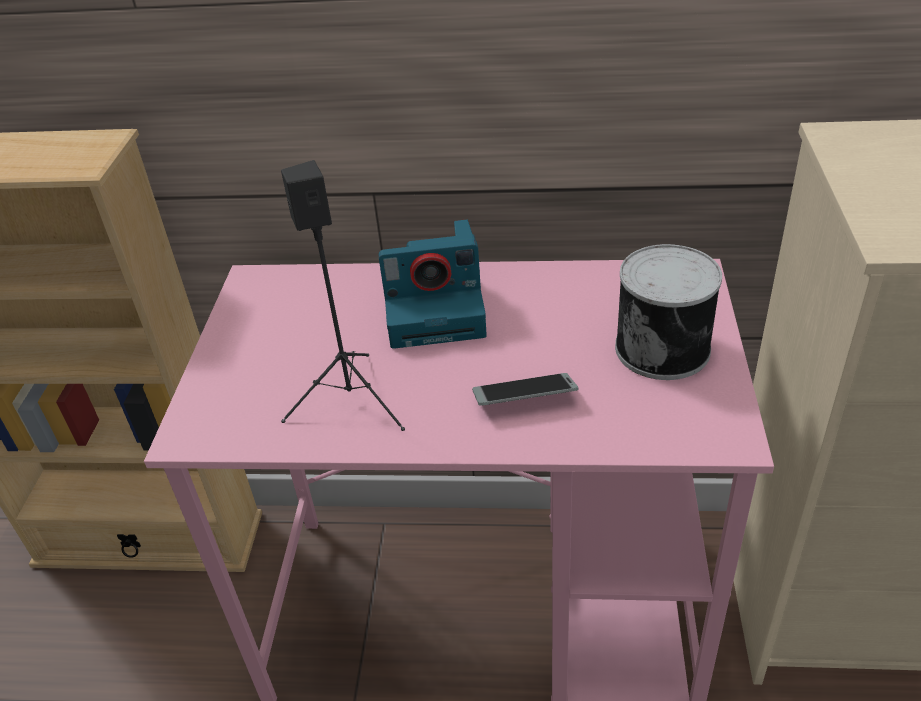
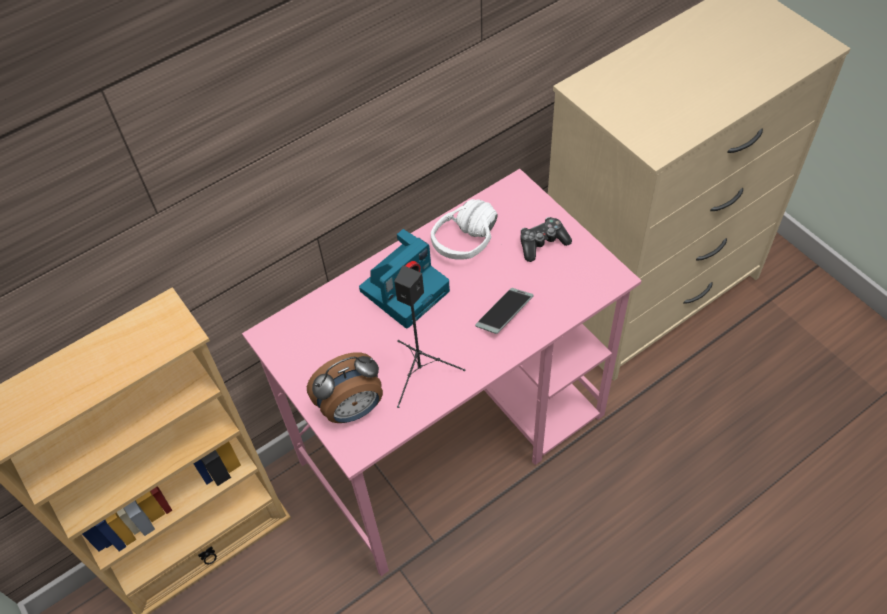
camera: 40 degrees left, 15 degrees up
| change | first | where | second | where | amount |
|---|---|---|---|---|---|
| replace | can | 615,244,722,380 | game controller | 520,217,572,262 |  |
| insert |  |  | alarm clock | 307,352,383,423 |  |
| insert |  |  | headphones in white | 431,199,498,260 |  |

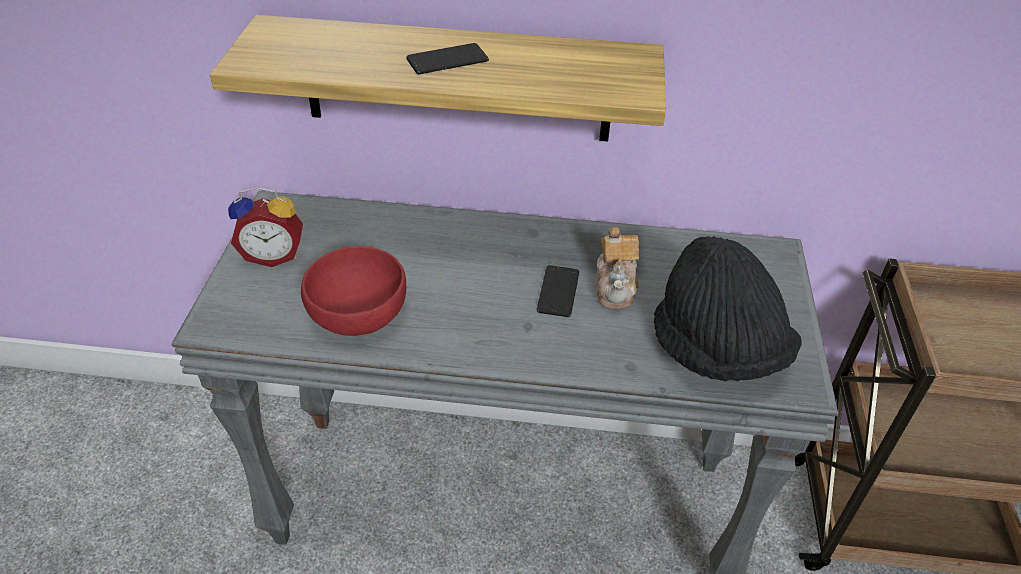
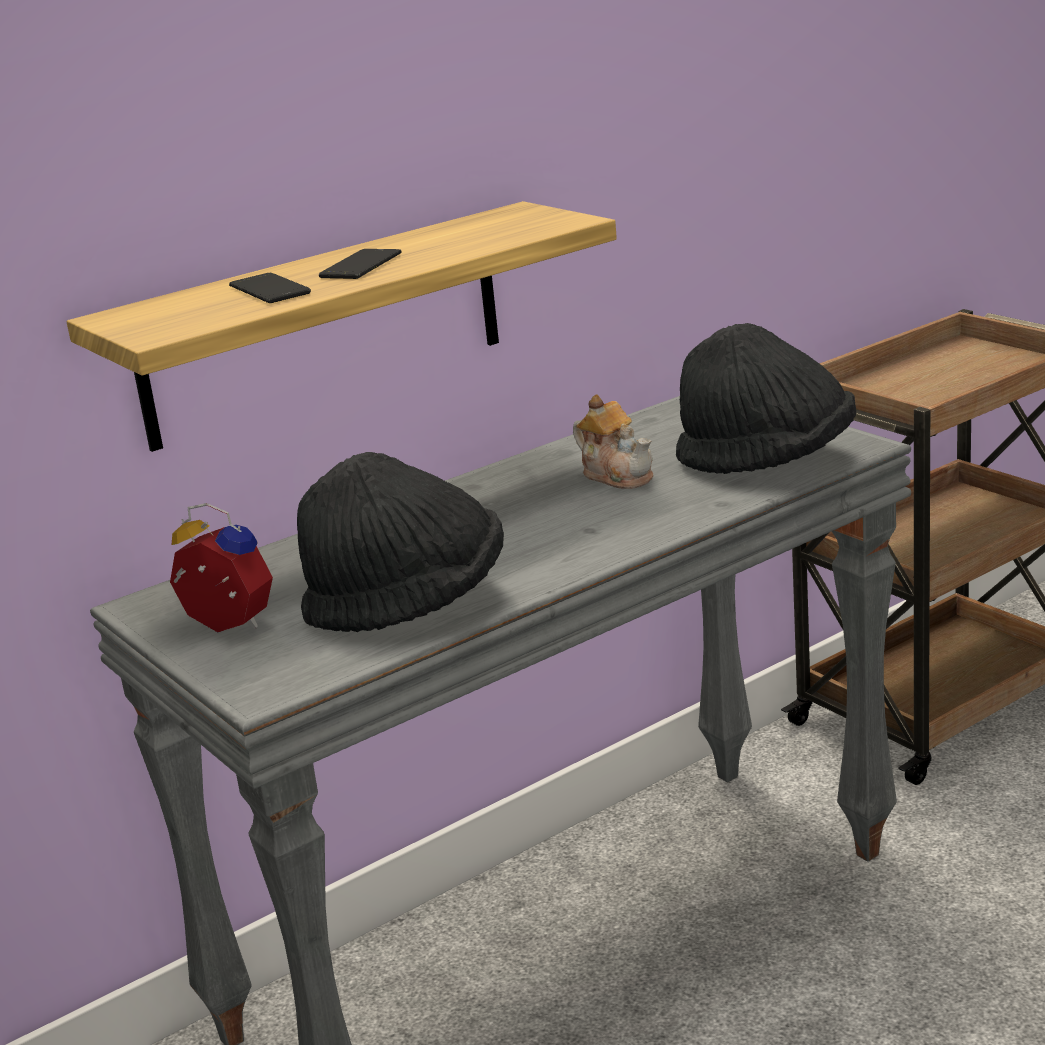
camera: 40 degrees left, 20 degrees down
| change | first | where | second | where | amount |
|---|---|---|---|---|---|
| rotate | alarm clock | 228,187,303,267 |  | 170,503,273,632 | 105 degrees counterclockwise |
| replace | bowl in red | 301,246,406,336 | hat in black | 297,452,504,632 |  |
| move | phone | 537,265,579,317 |  | 229,273,311,303 |  |

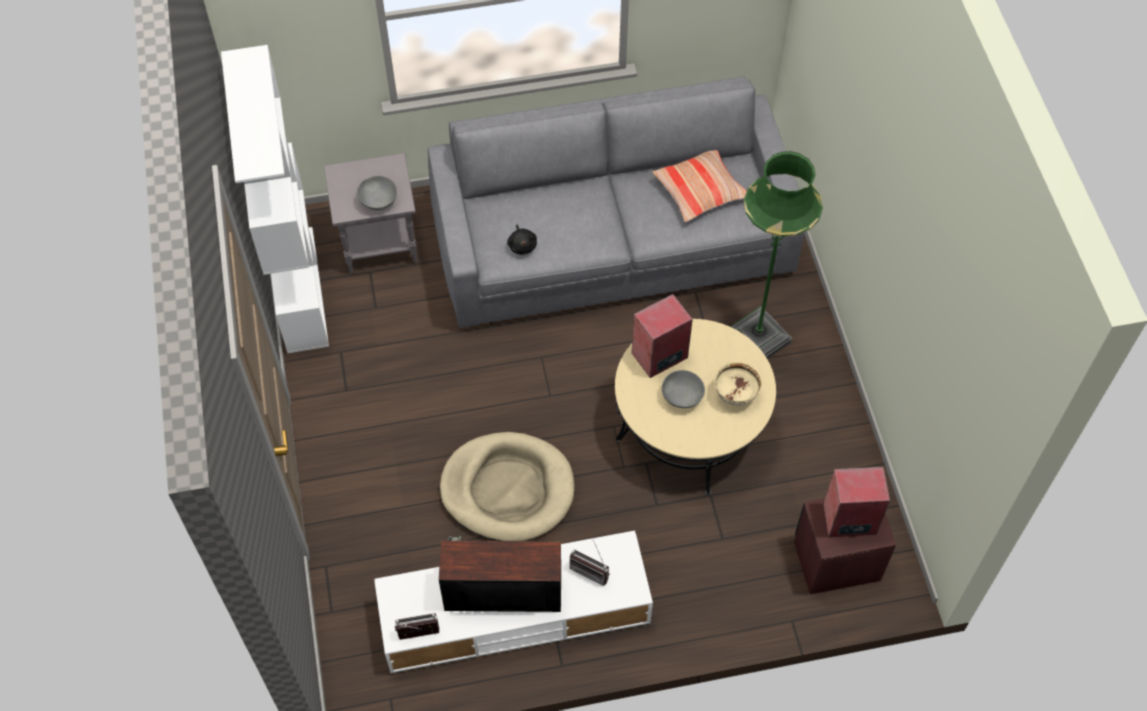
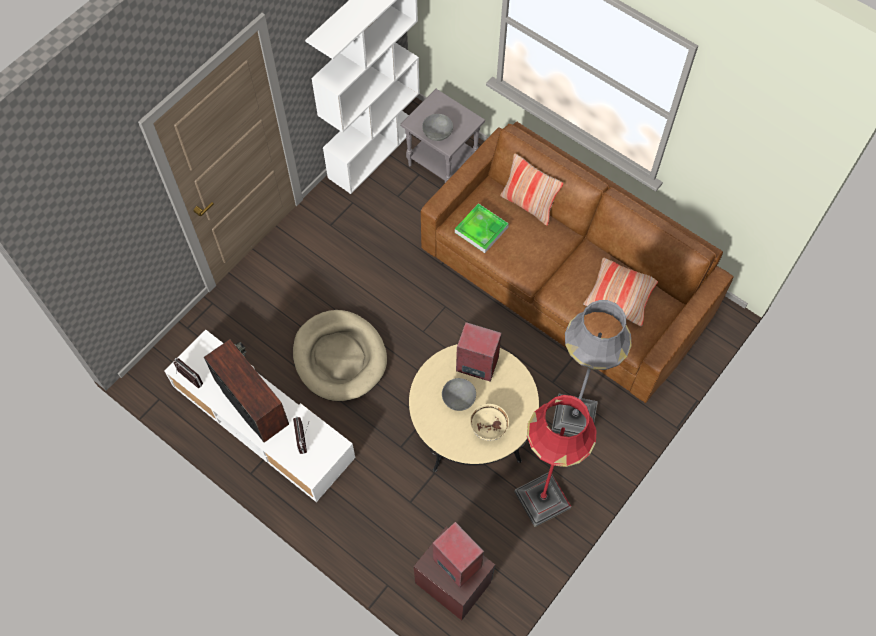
camera: 50 degrees right, 5 degrees up
| change | first | where | second | where | amount |
|---|---|---|---|---|---|
| recolor | sofa in grey | 428,76,805,328 | sofa in brown | 421,122,734,403 |  |
| replace | plush toy in black | 507,225,537,254 | tray | 455,203,509,253 |  |
| recolor | floor lamp in green | 730,151,823,359 | floor lamp in grey | 552,300,632,436 |  |
| insert |  |  | pillow | 500,153,563,226 |  |
| insert |  |  | floor lamp in red | 514,395,597,527 |  |

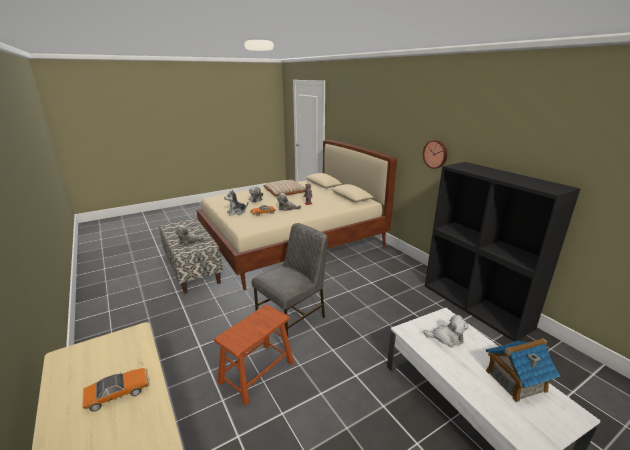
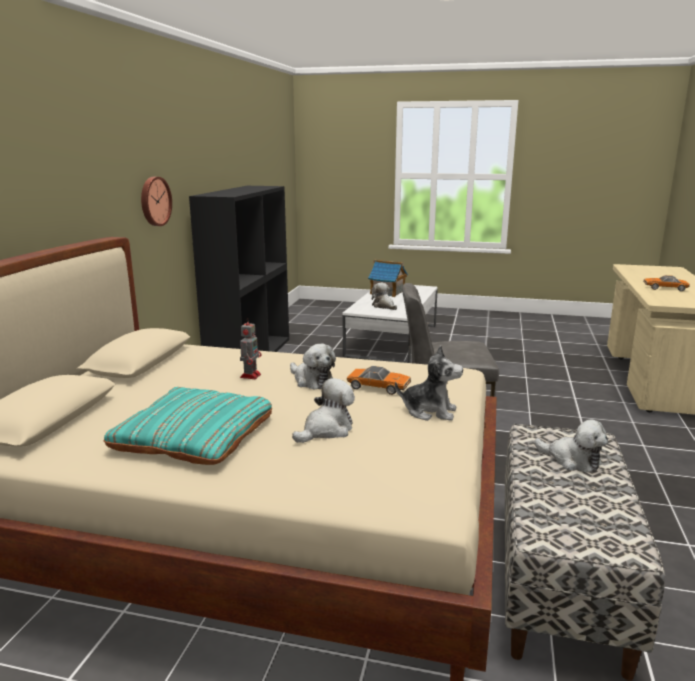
camera: 135 degrees left, 5 degrees down
| change | first | where | second | where | amount |
|---|---|---|---|---|---|
| delete | stool in brown | 214,305,294,405 |  |  |  |
| recolor | pillow in beige | 264,180,306,197 | pillow in turquoise | 103,387,272,465 |  |

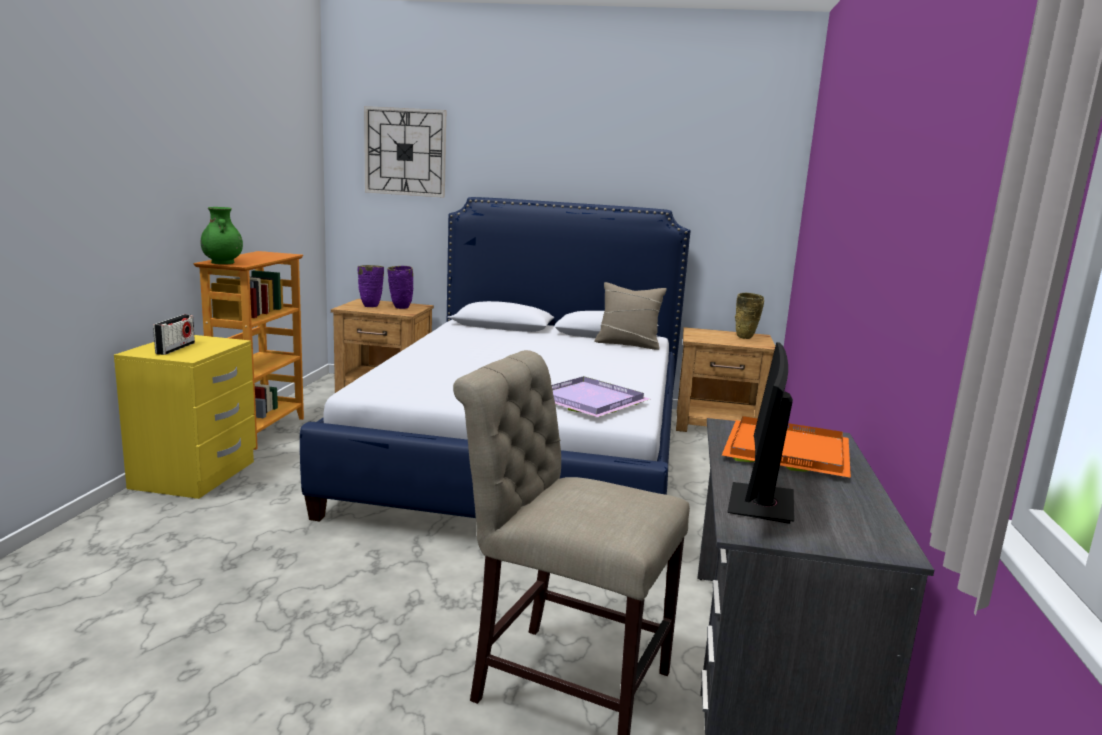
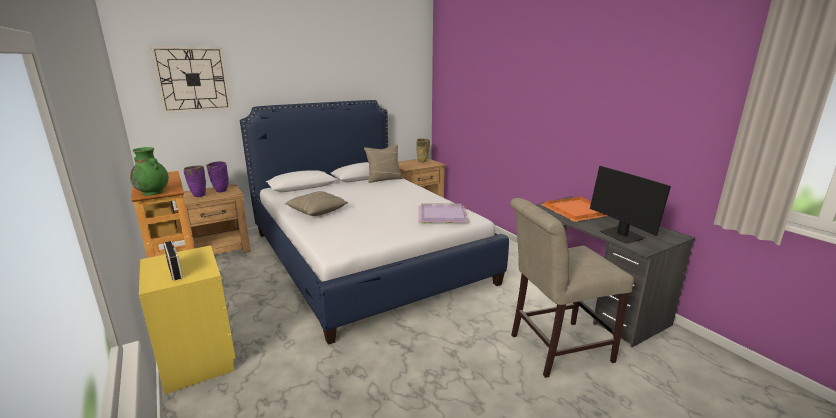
camera: 40 degrees left, 5 degrees up
| change | first | where | second | where | amount |
|---|---|---|---|---|---|
| insert |  |  | pillow in beige | 285,191,348,216 |  |

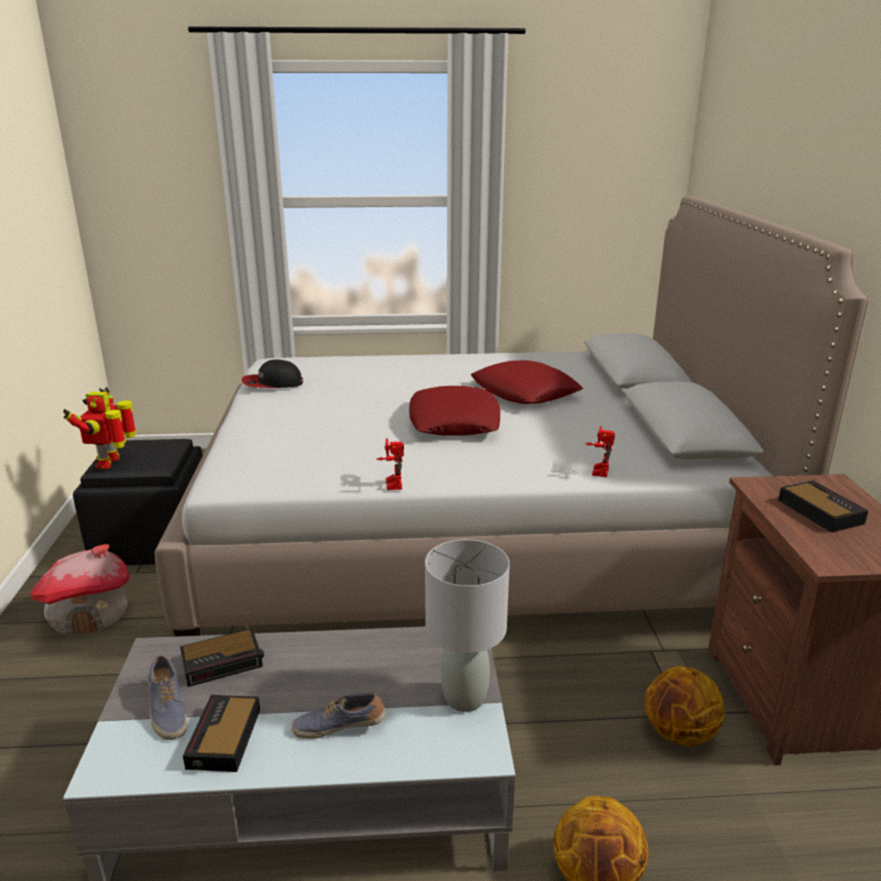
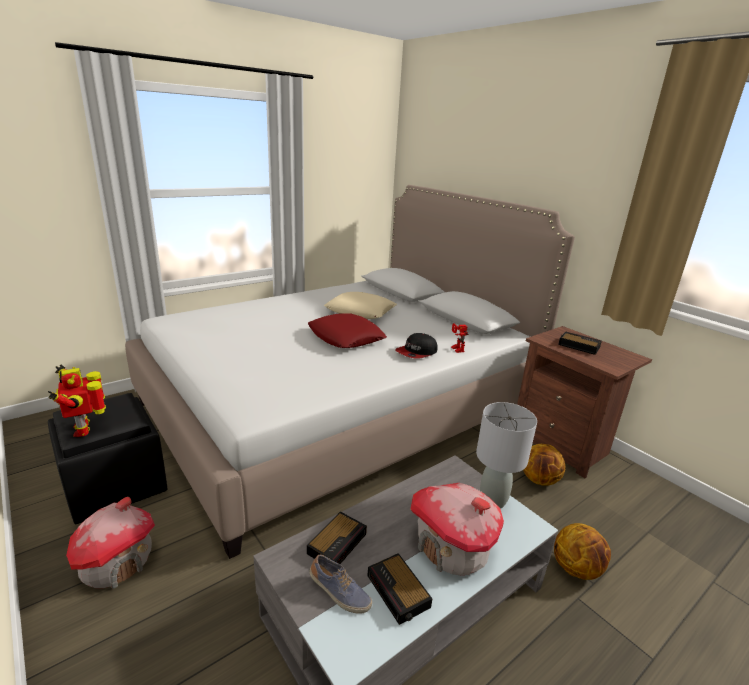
camera: 35 degrees left, 0 degrees up
| change | first | where | second | where | amount |
|---|---|---|---|---|---|
| move | cap | 242,359,303,388 |  | 395,333,437,359 |  |
| replace | shoe | 291,692,386,739 | toy house | 410,483,504,575 |  |
| delete | toy robot | 376,439,404,490 |  |  |  |
| recolor | pillow in red | 471,360,583,404 | pillow in beige | 324,292,397,319 |  |

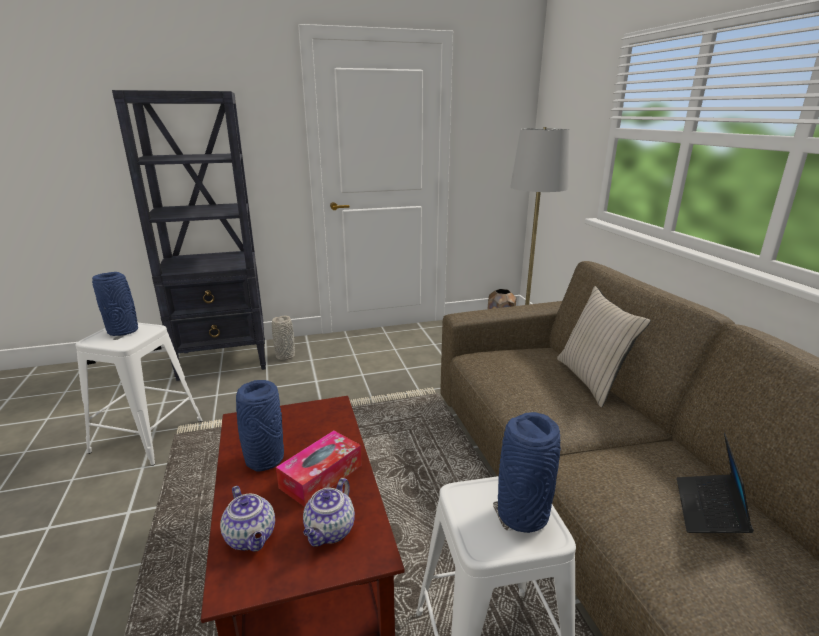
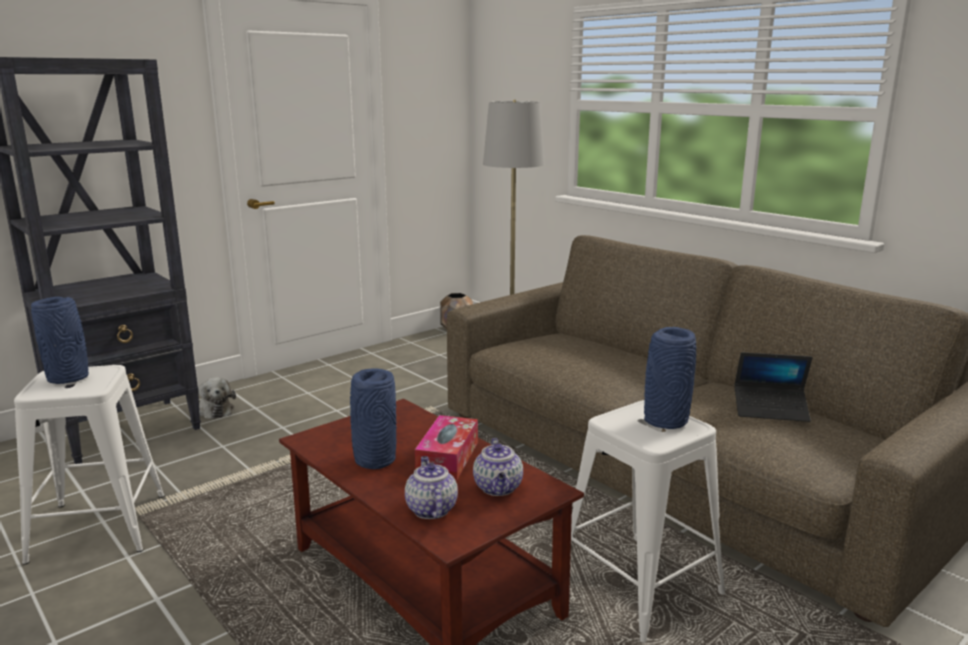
camera: 25 degrees left, 5 degrees down
| change | first | where | second | where | amount |
|---|---|---|---|---|---|
| rotate | teapot | 220,486,275,552 |  | 405,456,458,519 | 135 degrees counterclockwise |
| replace | vase in grey | 272,315,295,360 | plush toy | 198,377,236,419 |  |
| delete | pillow in beige | 557,286,651,408 |  |  |  |
| rotate | laptop | 677,433,754,533 |  | 734,352,812,422 | 75 degrees counterclockwise |

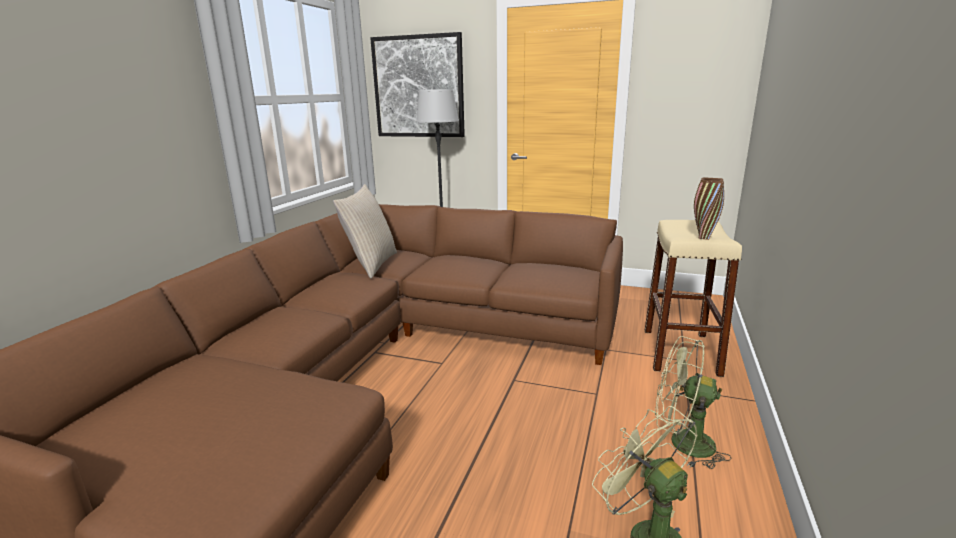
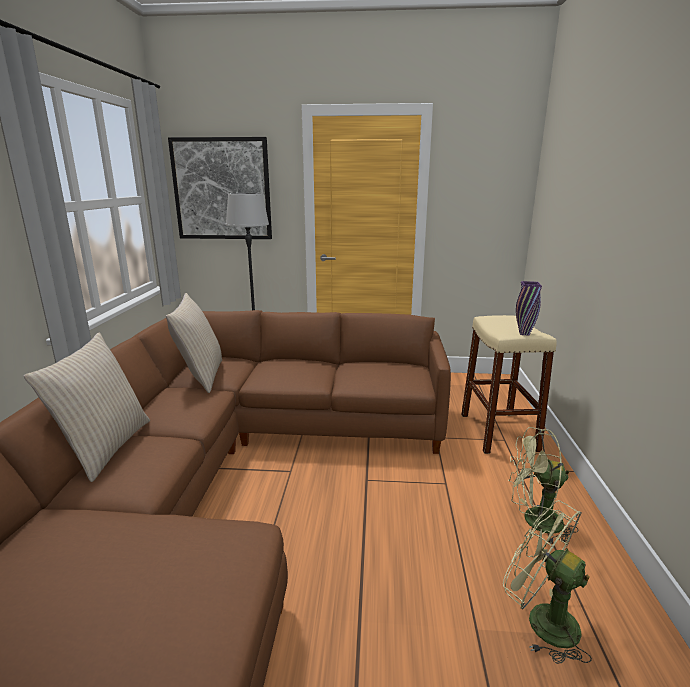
camera: 15 degrees left, 0 degrees up
| change | first | where | second | where | amount |
|---|---|---|---|---|---|
| recolor | vase in brown | 694,177,724,240 | vase in purple | 516,281,542,336 |  |
| insert |  |  | pillow in beige | 24,333,150,482 |  |

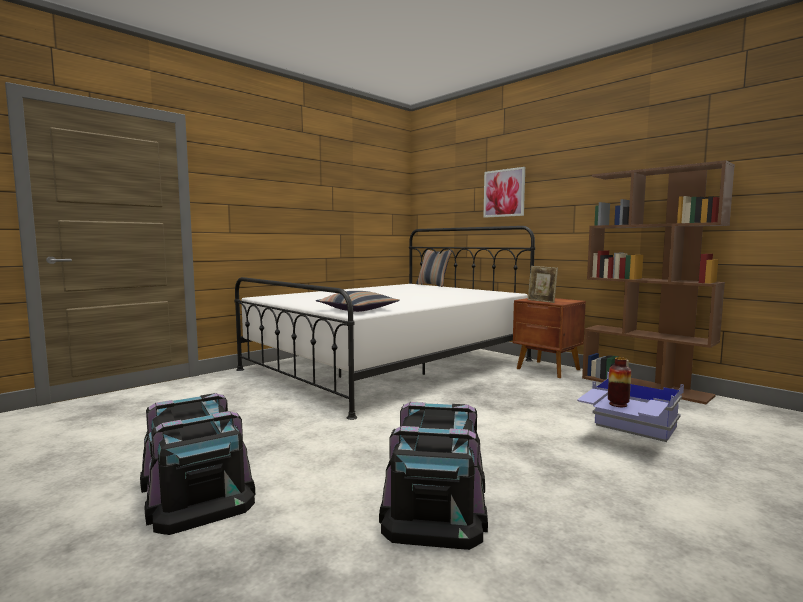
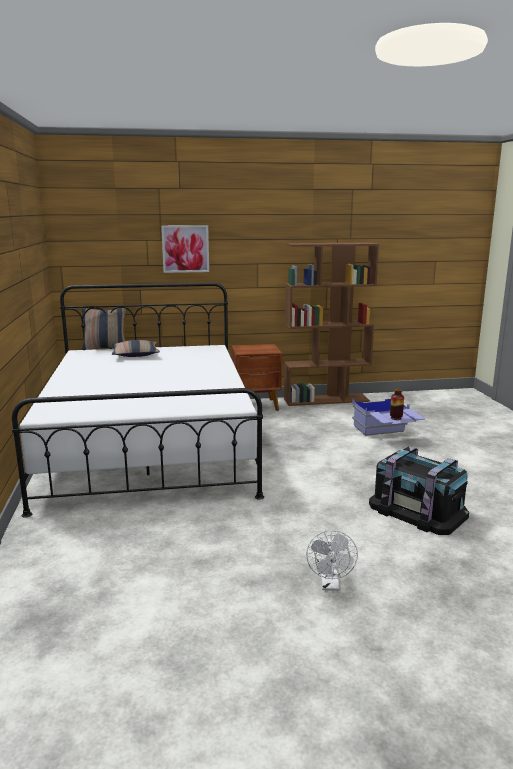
camera: 55 degrees left, 10 degrees up
| change | first | where | second | where | amount |
|---|---|---|---|---|---|
| replace | storage box in black | 140,393,255,535 | fan in white | 306,530,358,591 |  |
| move | pillow | 316,291,400,312 |  | 112,340,160,357 |  |
| delete | picture frame | 528,266,558,303 |  |  |  |

